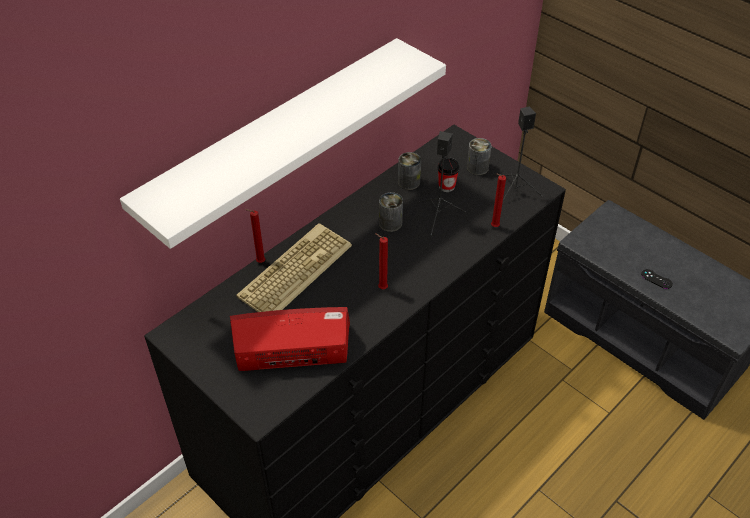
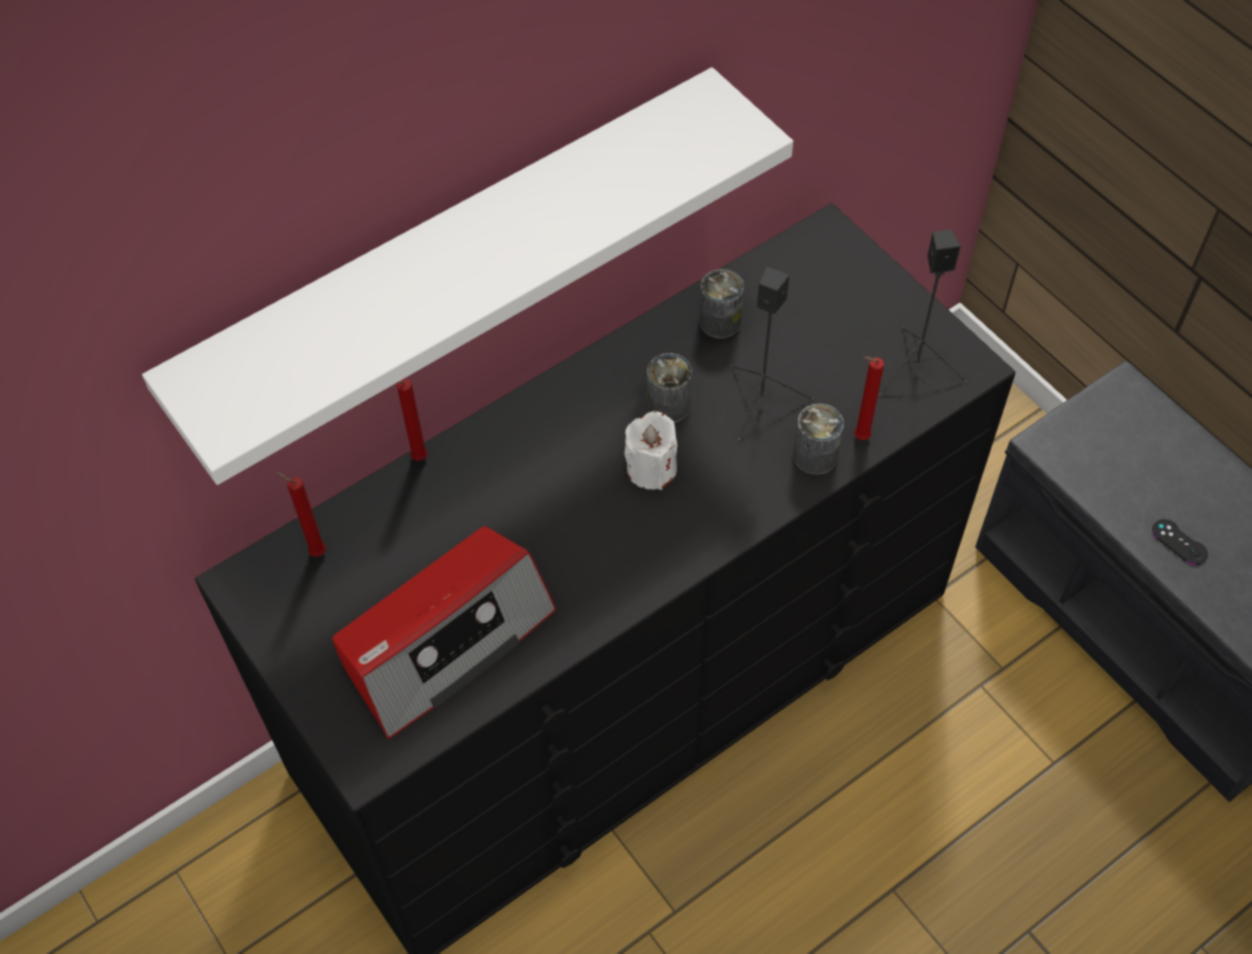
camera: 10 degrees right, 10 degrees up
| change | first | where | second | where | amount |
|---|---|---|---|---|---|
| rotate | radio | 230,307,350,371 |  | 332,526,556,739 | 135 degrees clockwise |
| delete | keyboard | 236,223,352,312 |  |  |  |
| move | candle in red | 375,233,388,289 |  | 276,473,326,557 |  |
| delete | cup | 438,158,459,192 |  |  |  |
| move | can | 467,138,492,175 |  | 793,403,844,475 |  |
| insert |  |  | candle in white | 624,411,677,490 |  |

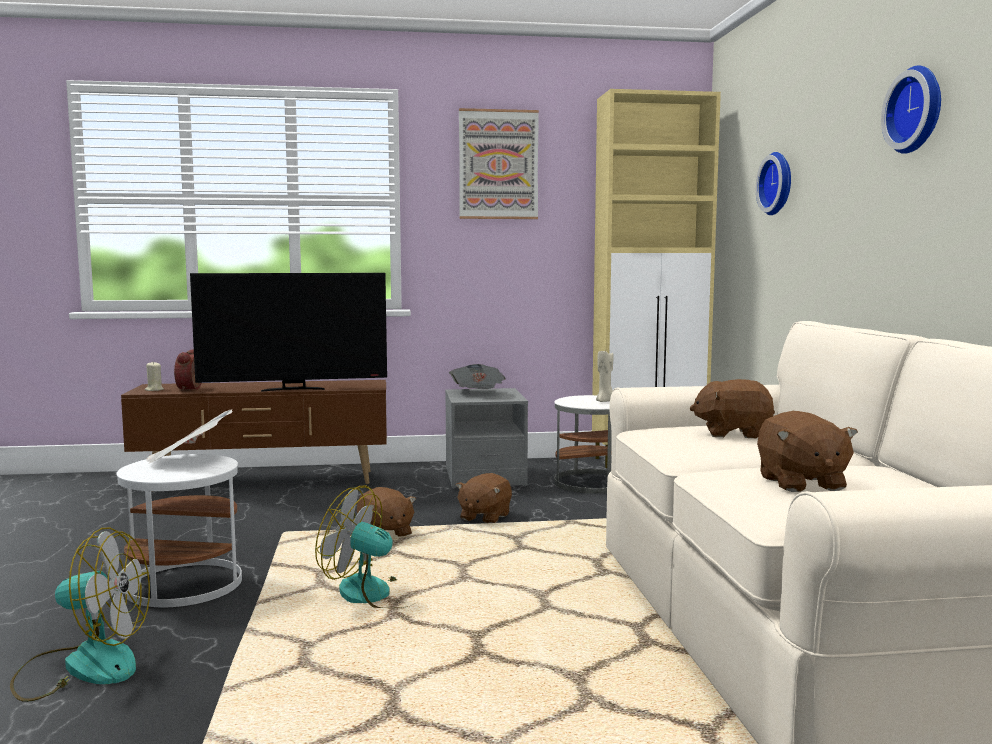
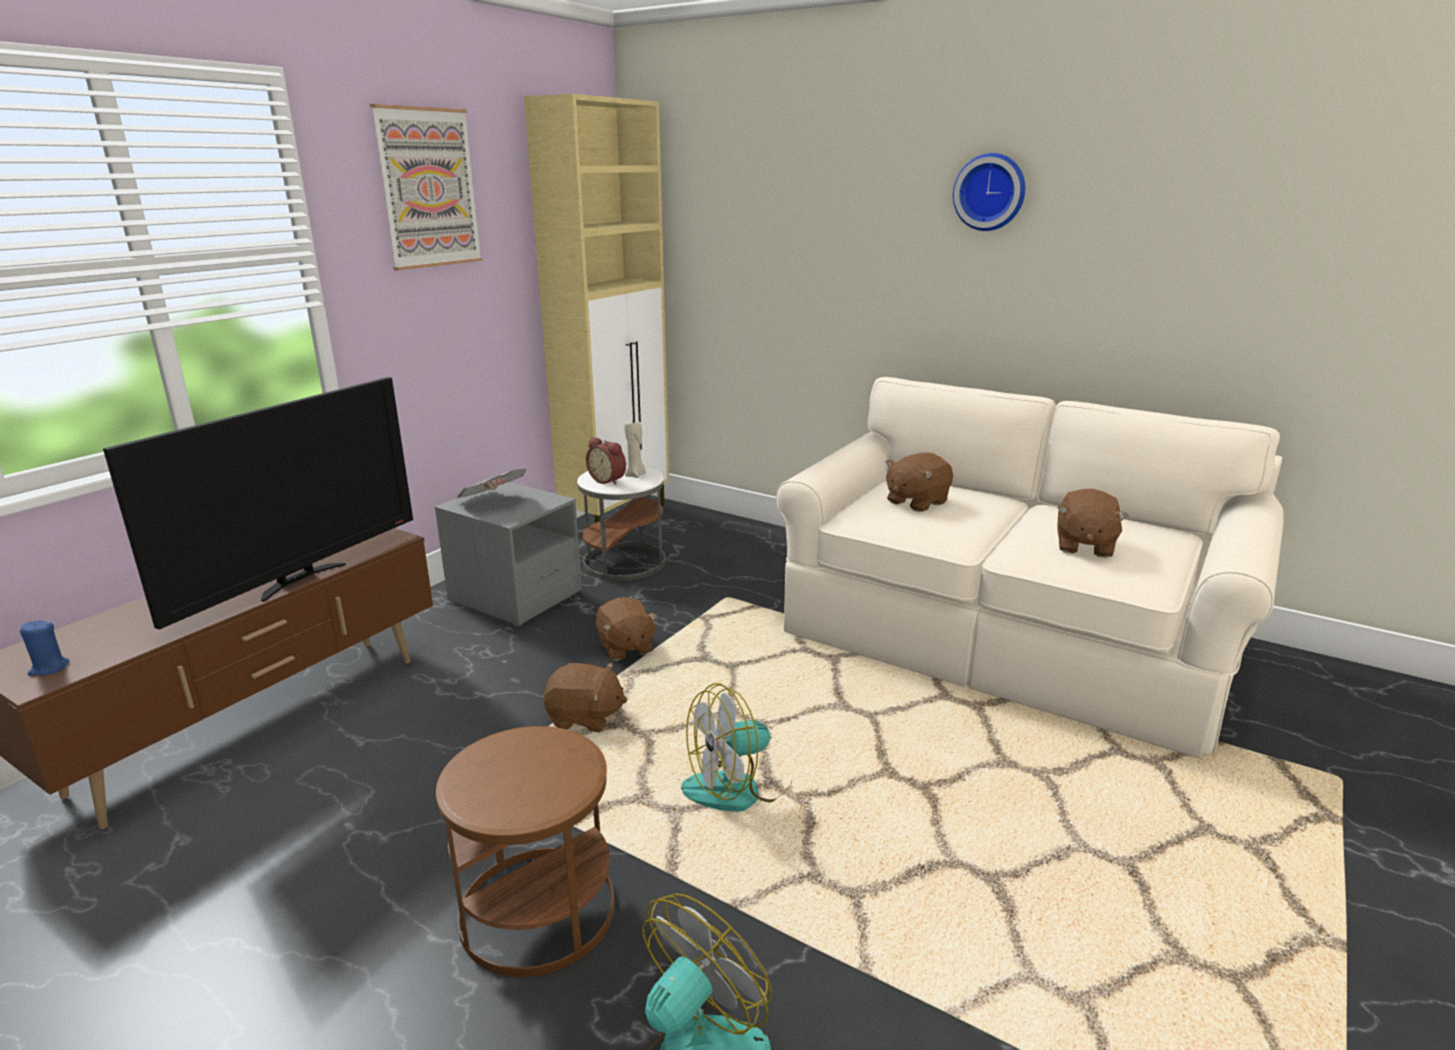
camera: 50 degrees left, 15 degrees up
| change | first | where | second | where | amount |
|---|---|---|---|---|---|
| recolor | side table in white | 116,454,242,607 | side table in brown | 436,726,615,977 |  |
| recolor | candle in beige | 145,362,164,391 | candle in blue | 20,620,69,676 |  |
| delete | newspaper | 146,409,232,463 |  |  |  |
| move | alarm clock | 174,349,201,391 |  | 586,437,626,485 |  |
| delete | wall clock | 756,152,791,215 |  |  |  |
| rotate | plush toy in brown | 757,411,858,492 |  | 1057,489,1129,558 | 75 degrees clockwise |

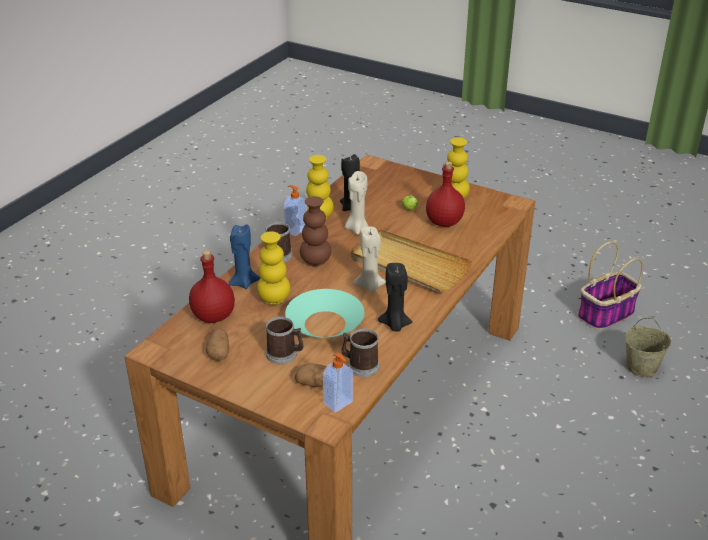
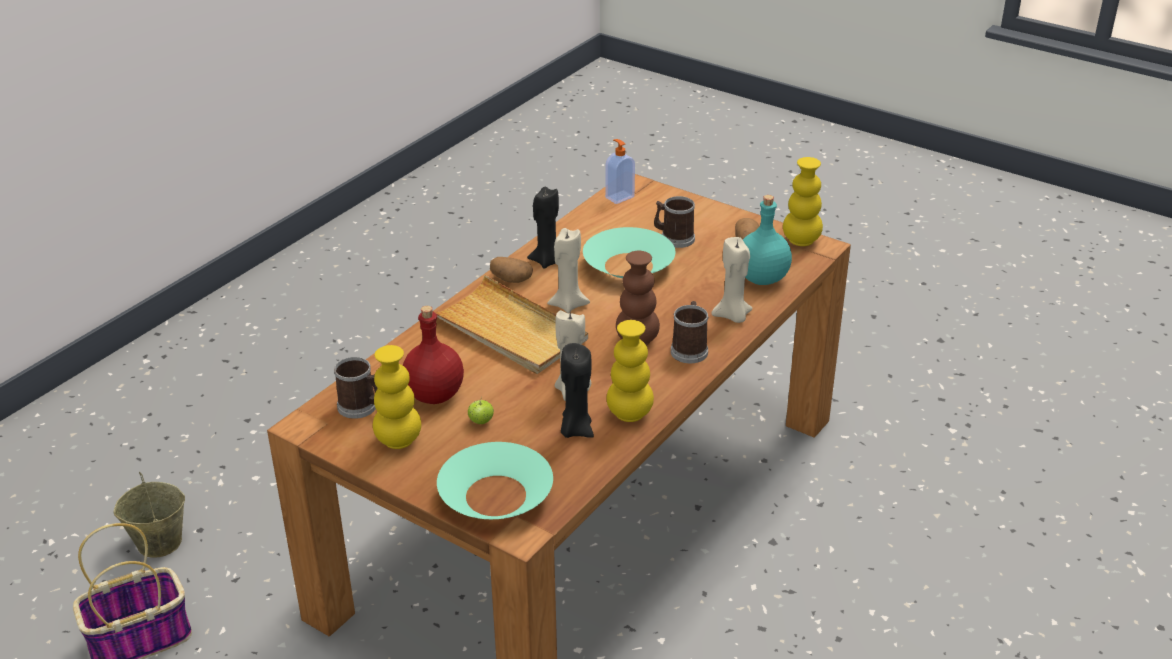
camera: 175 degrees left, 0 degrees up
| change | first | where | second | where | amount |
|---|---|---|---|---|---|
| recolor | bottle in red | 189,250,235,323 | bottle in turquoise | 743,195,792,285 |  |
| recolor | candle in blue | 228,224,260,289 | candle in beige | 711,237,753,323 |  |
| move | vase in yellow | 257,231,290,305 |  | 783,157,823,246 |  |
| delete | soap dispenser | 284,185,307,236 |  |  |  |
| move | potato | 295,364,327,387 |  | 490,257,533,283 |  |
| move | mug | 342,329,379,377 |  | 334,357,378,419 |  |
| insert |  |  | bowl in turquoise | 437,442,553,519 |  |

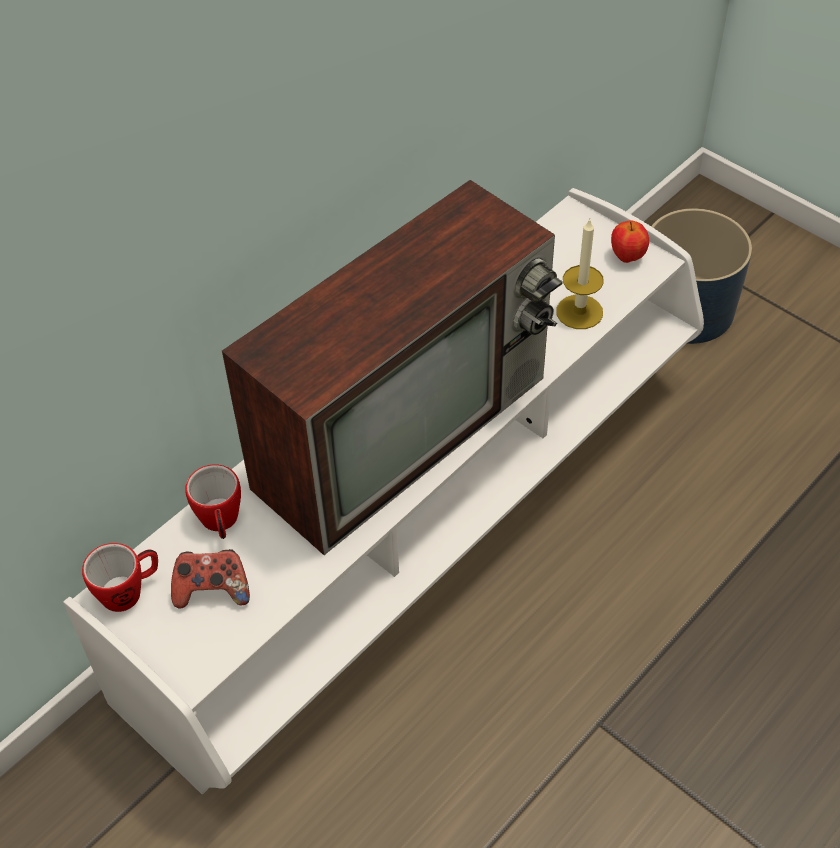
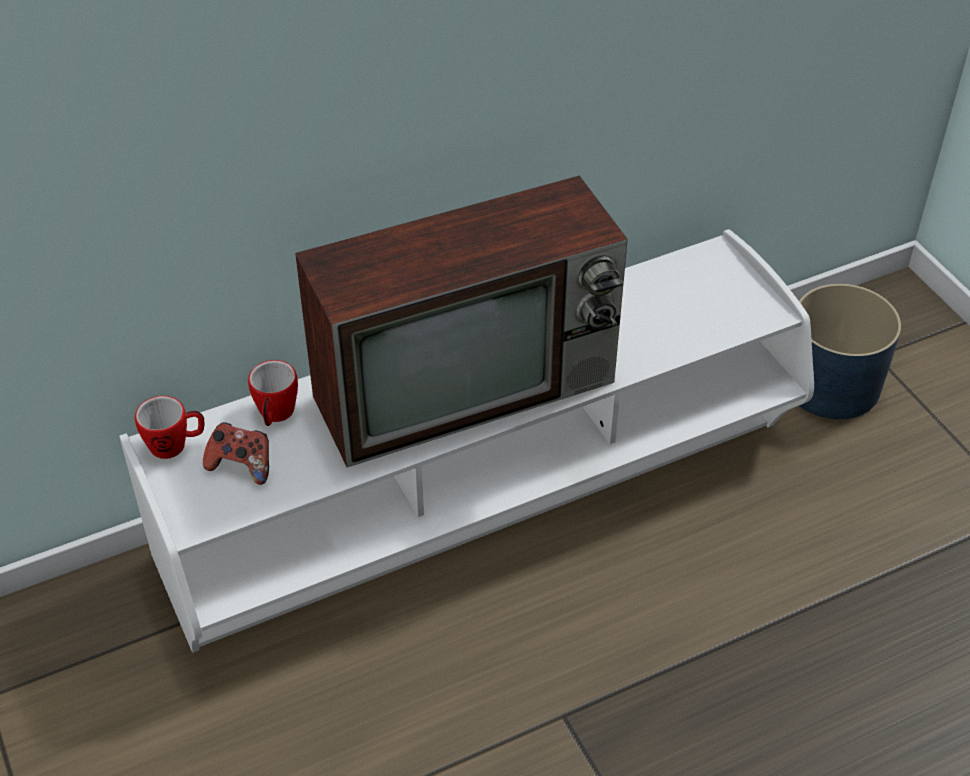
camera: 20 degrees right, 5 degrees down
| change | first | where | second | where | amount |
|---|---|---|---|---|---|
| delete | candle | 556,219,604,329 |  |  |  |
| delete | apple | 611,221,649,263 |  |  |  |

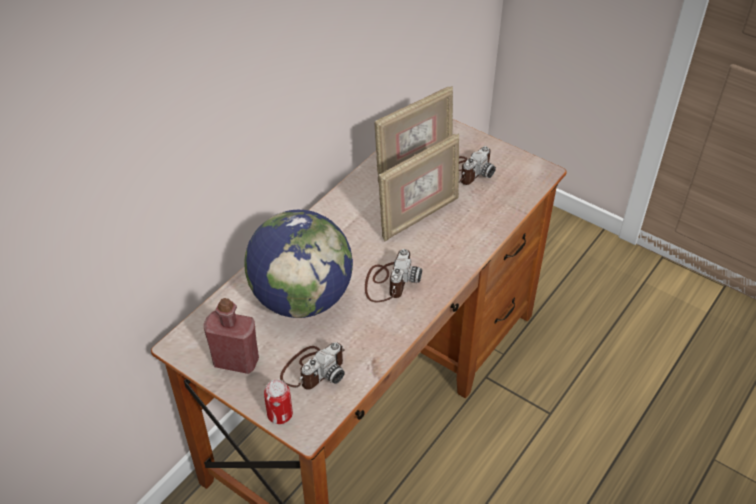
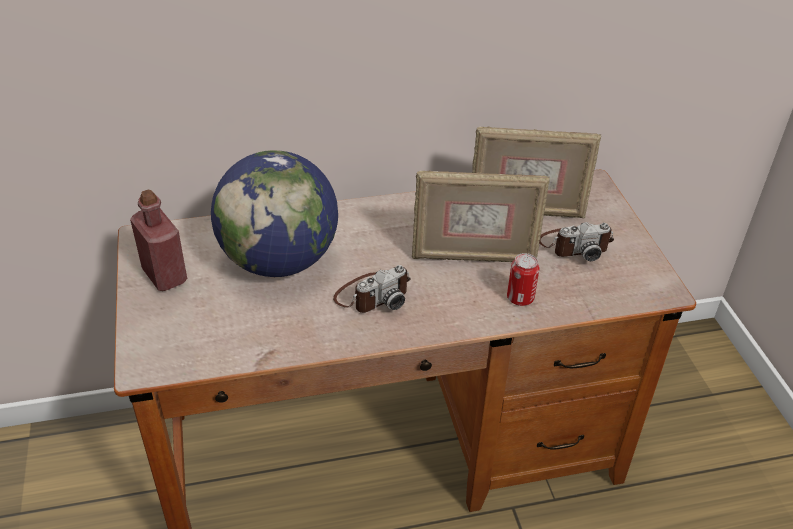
camera: 40 degrees right, 5 degrees down
| change | first | where | second | where | amount |
|---|---|---|---|---|---|
| move | can | 264,379,293,424 |  | 507,253,540,306 |  |
| delete | photo camera | 280,342,345,390 |  |  |  |

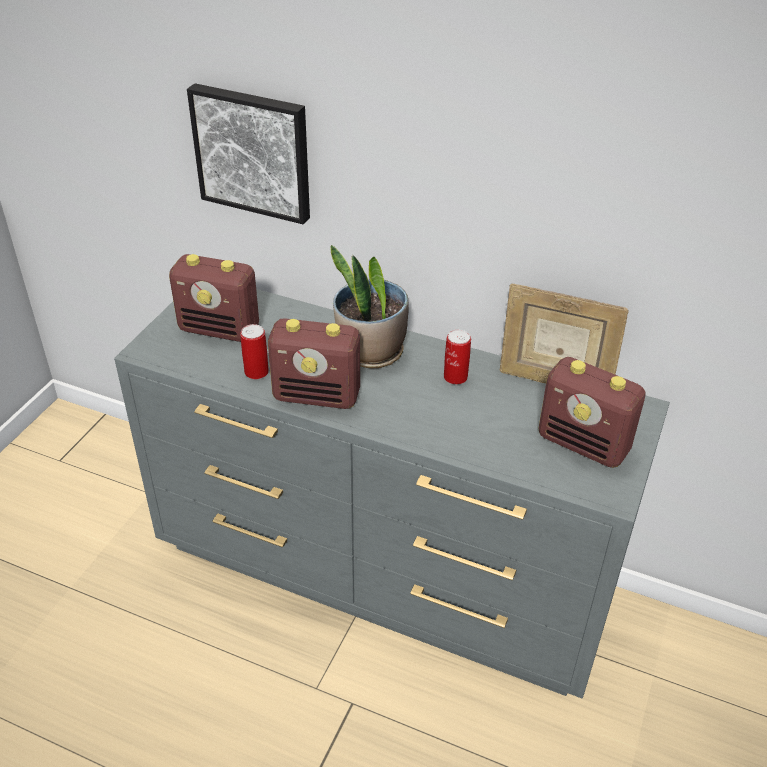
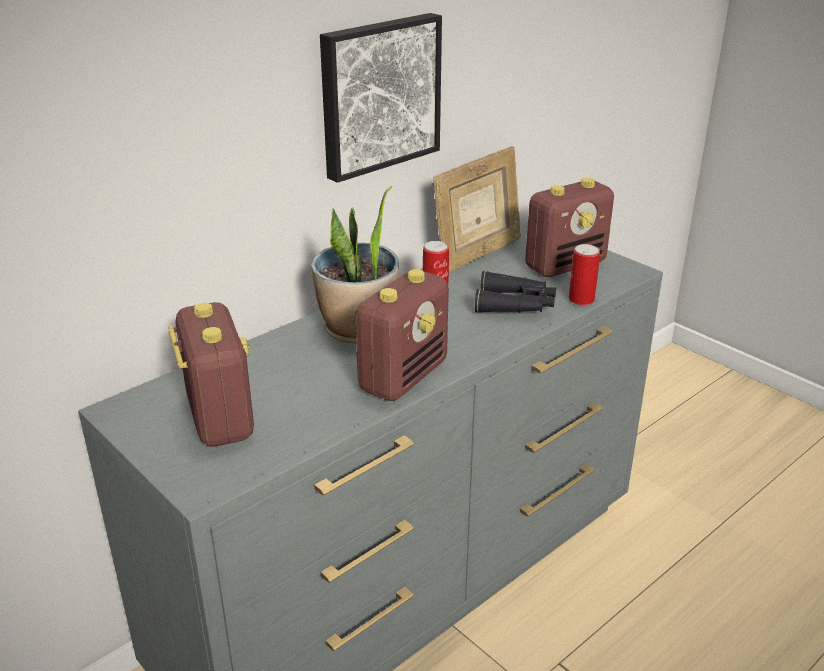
camera: 65 degrees left, 10 degrees down
| change | first | where | second | where | amount |
|---|---|---|---|---|---|
| rotate | radio | 169,254,259,342 |  | 168,302,254,447 | 60 degrees counterclockwise |
| move | picture | 187,83,310,224 |  | 320,13,442,183 |  |
| move | can | 240,324,269,379 |  | 569,244,600,305 |  |
| insert |  |  | binoculars in black | 475,271,556,313 |  |

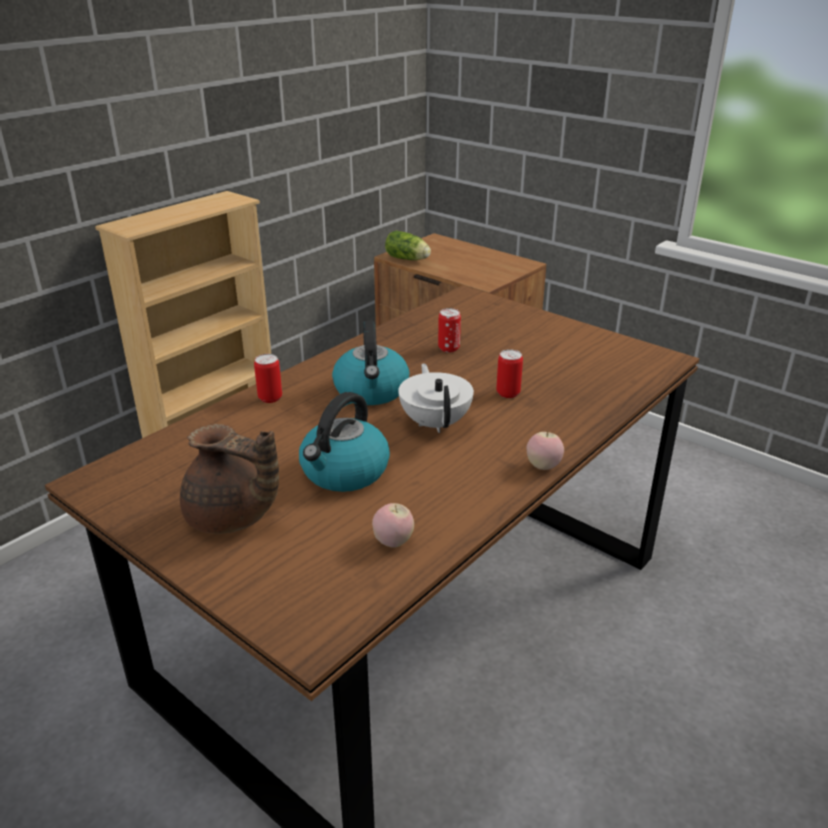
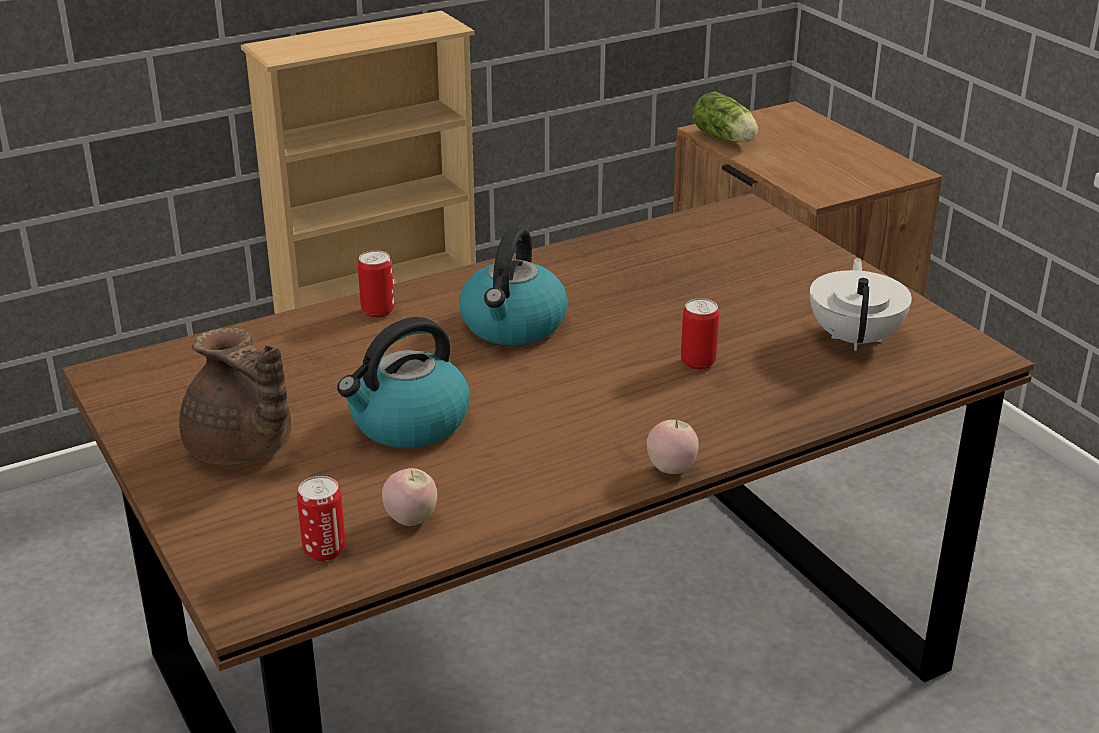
camera: 20 degrees right, 0 degrees up
| change | first | where | second | where | amount |
|---|---|---|---|---|---|
| move | teapot in white | 398,363,474,433 |  | 810,258,912,351 |  |
| move | can | 438,308,461,352 |  | 297,476,346,561 |  |

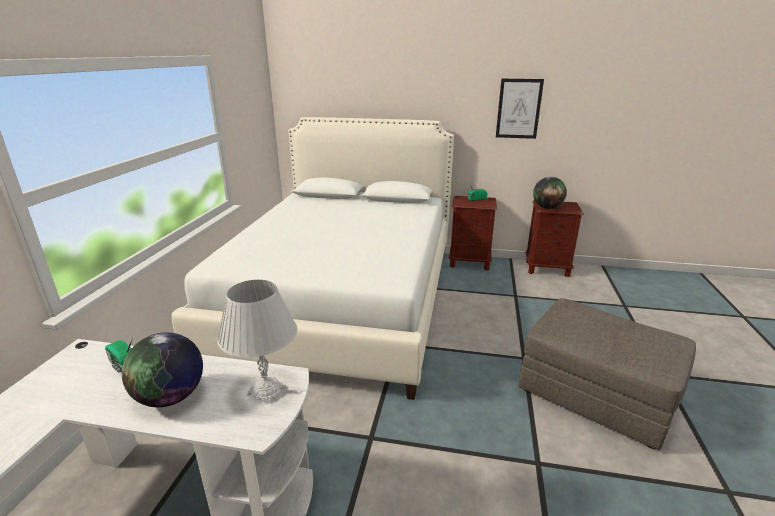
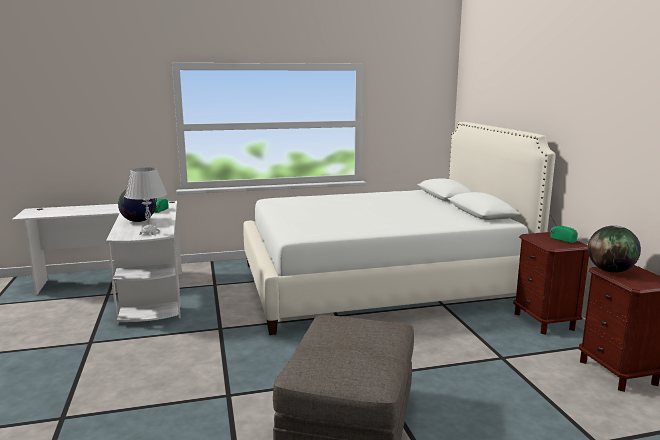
camera: 65 degrees right, 10 degrees down
| change | first | where | second | where | amount |
|---|---|---|---|---|---|
| delete | picture | 496,79,544,139 |  |  |  |

